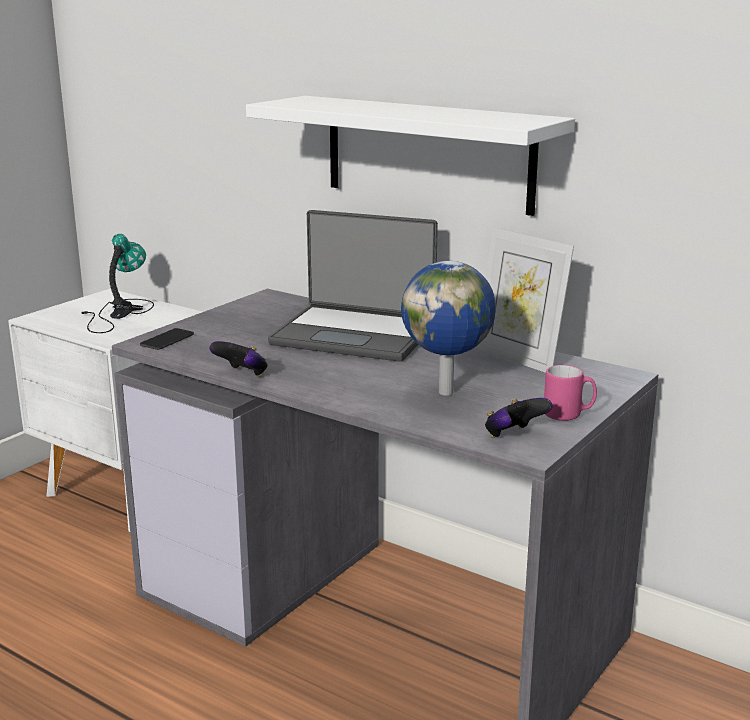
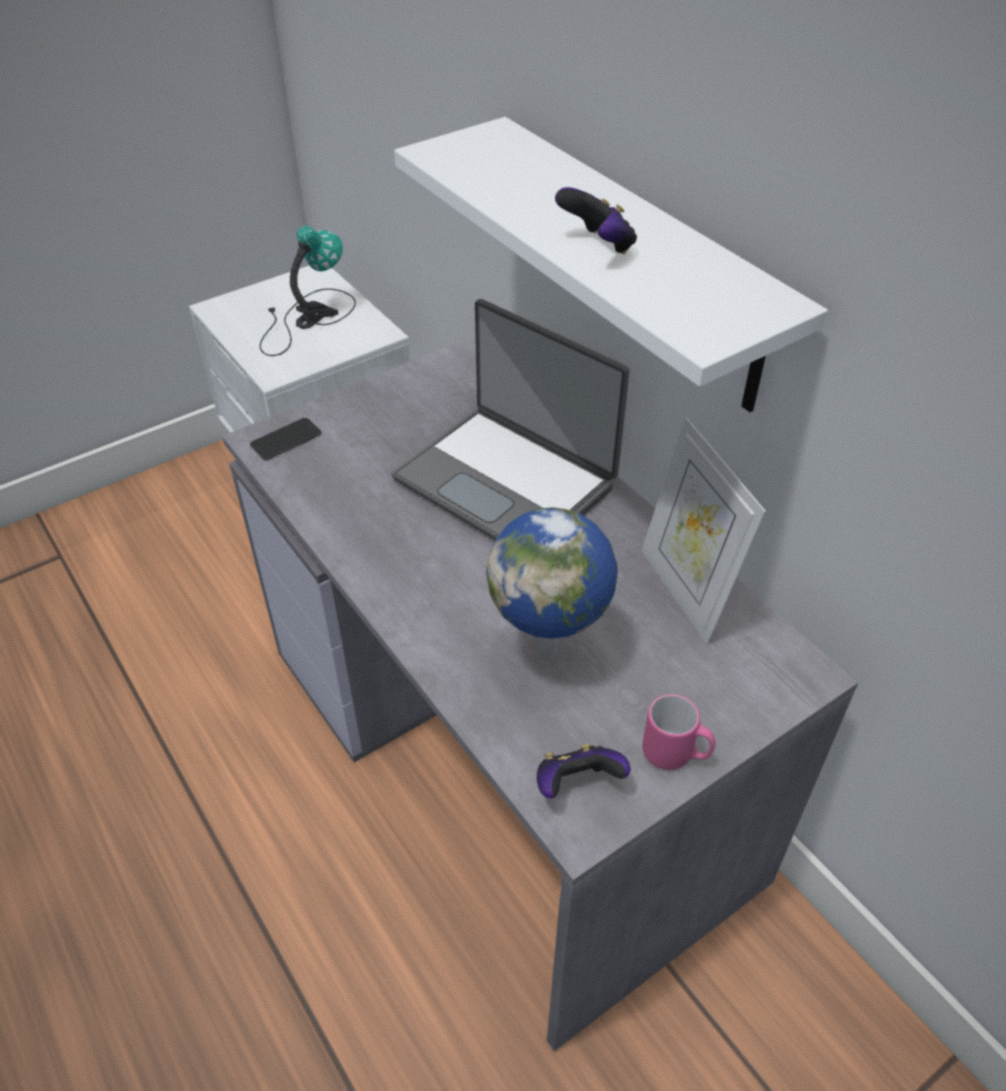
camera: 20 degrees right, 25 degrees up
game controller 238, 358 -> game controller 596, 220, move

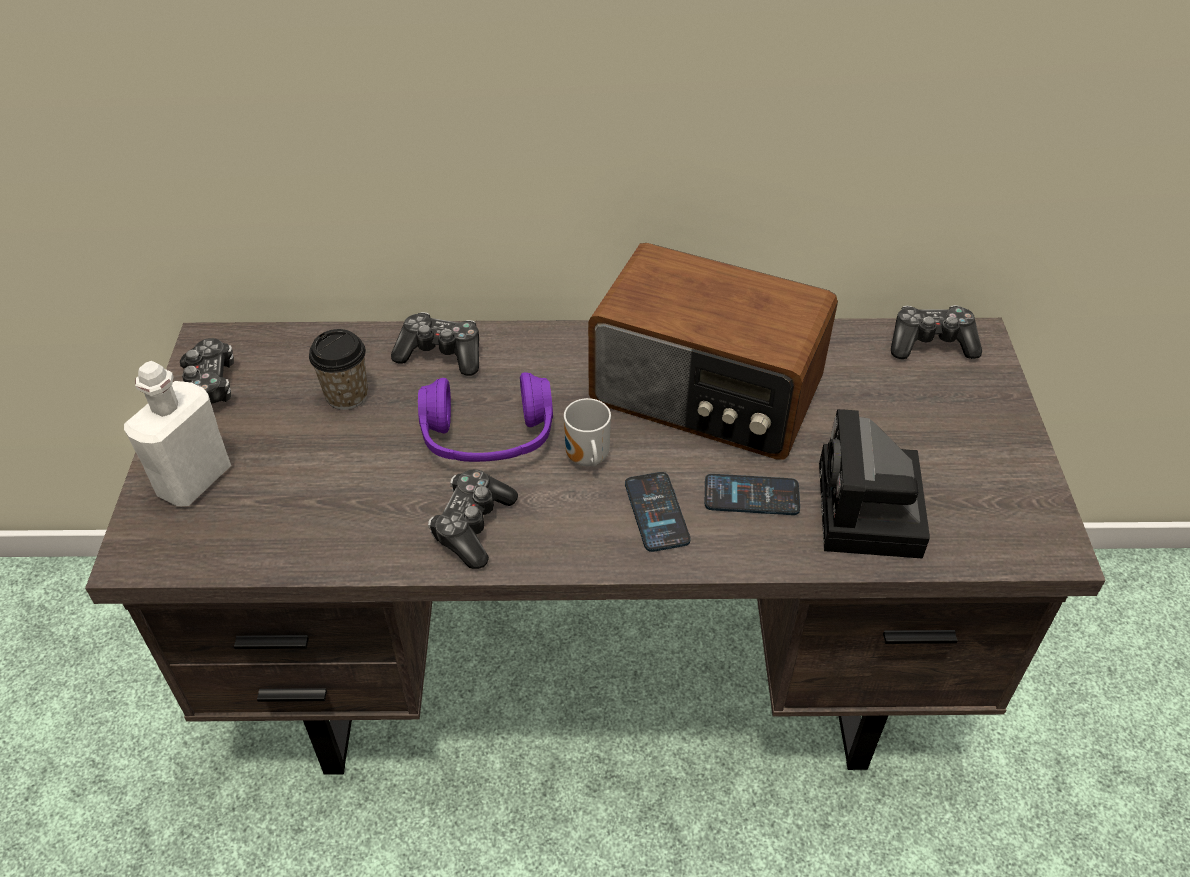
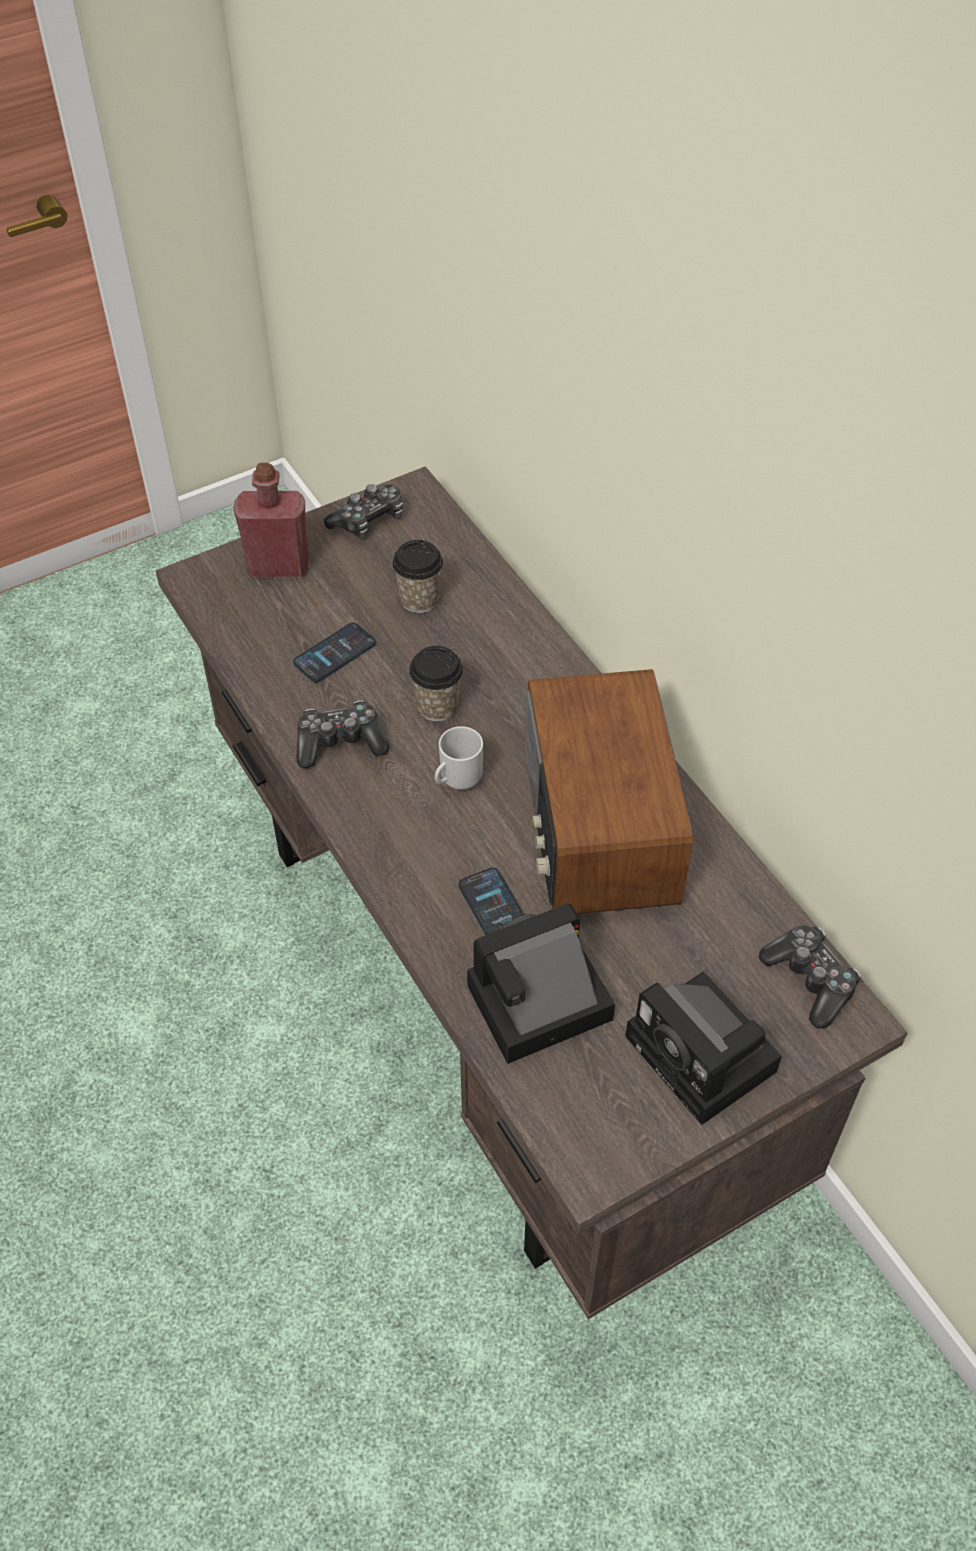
camera: 60 degrees right, 5 degrees up
game controller 435, 344 -> none
none -> photo camera 703, 1048
phone 658, 512 -> phone 334, 652, move
purple headphones 485, 417 -> cup 436, 683
white bottle 177, 433 -> red bottle 271, 520

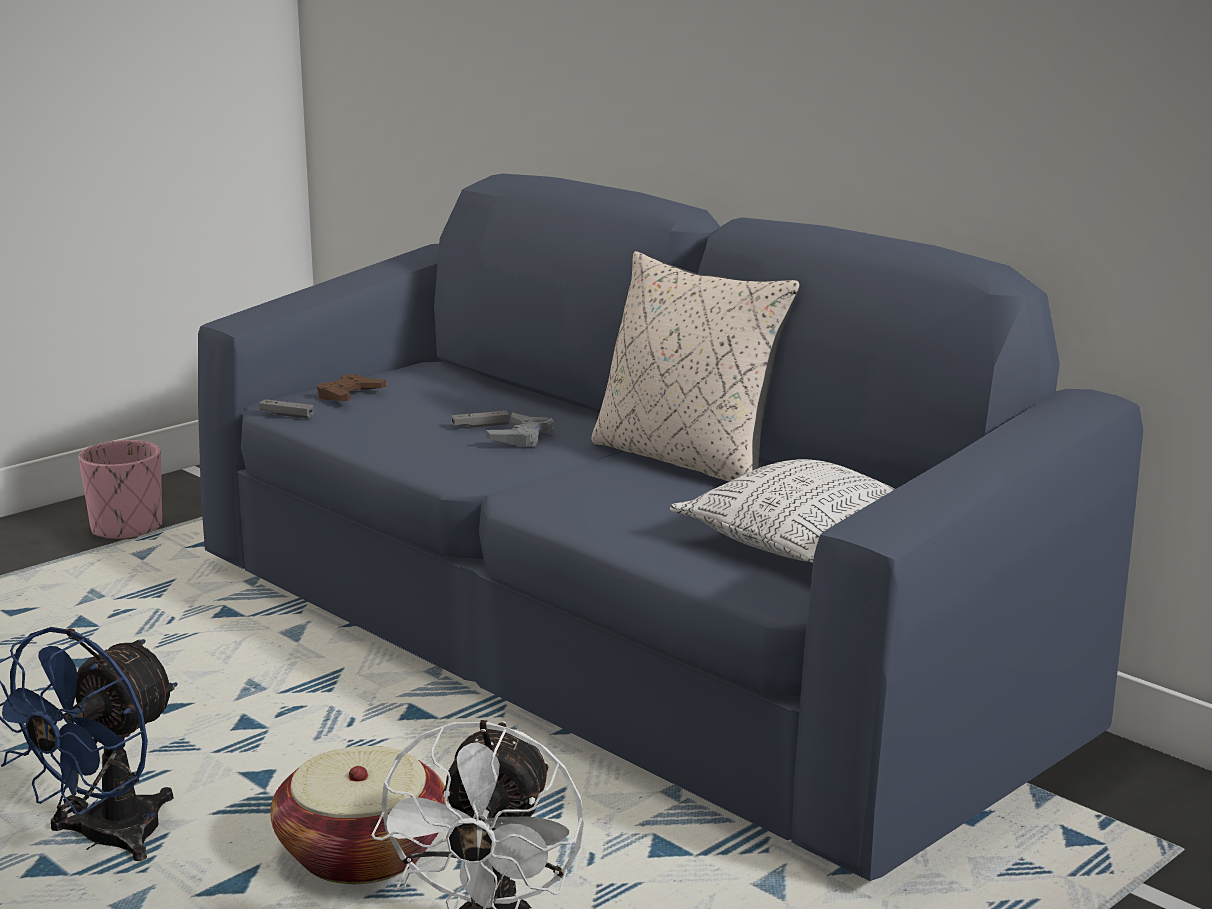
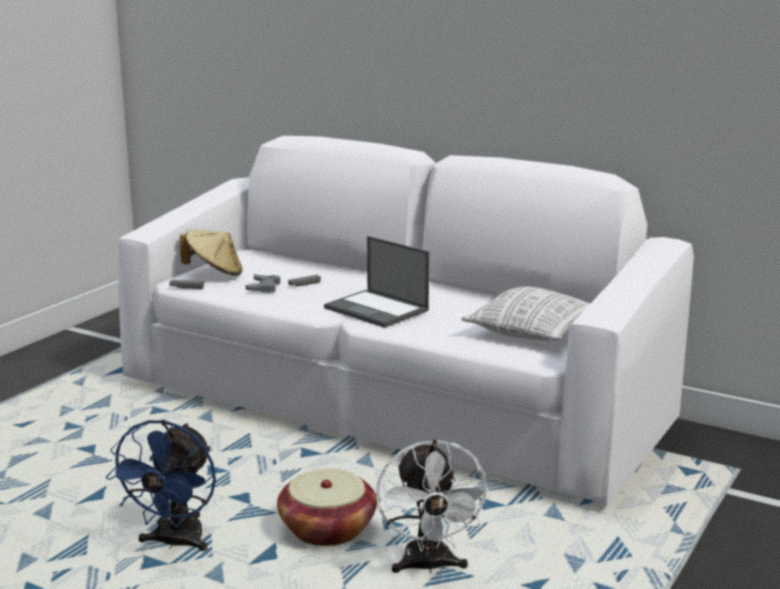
camera: 15 degrees left, 0 degrees up
pink planter 120, 490 -> none
beige pillow 695, 366 -> none
none -> laptop 376, 282
grey game controller 520, 429 -> grey game controller 263, 283, move
brown game controller 351, 387 -> beige hat 211, 252
blue sofa 670, 527 -> white sofa 406, 320

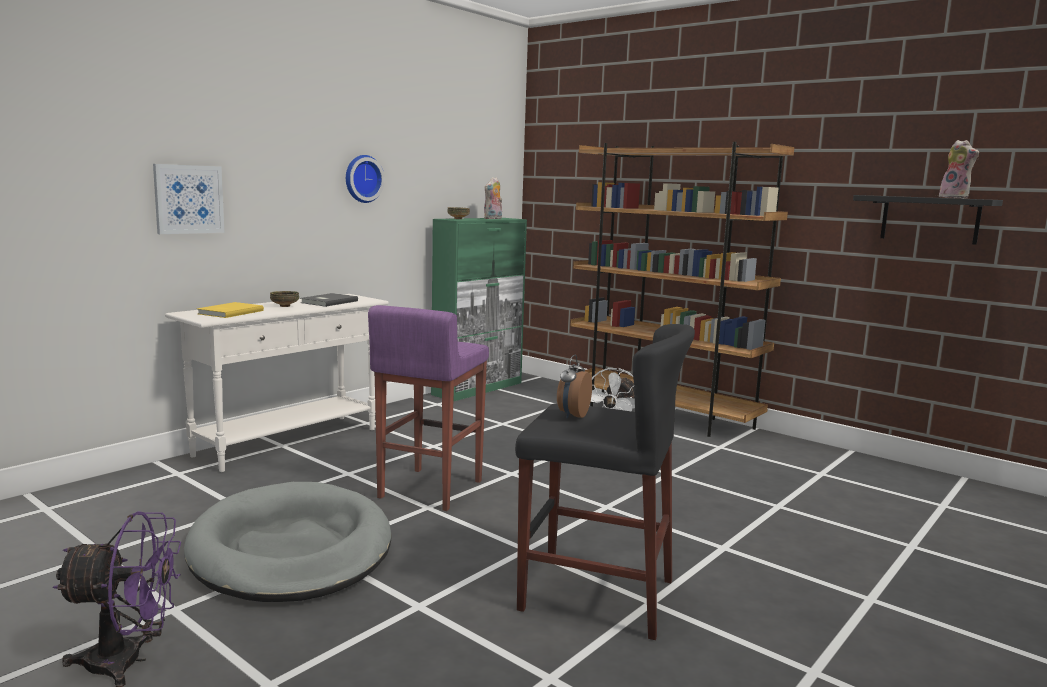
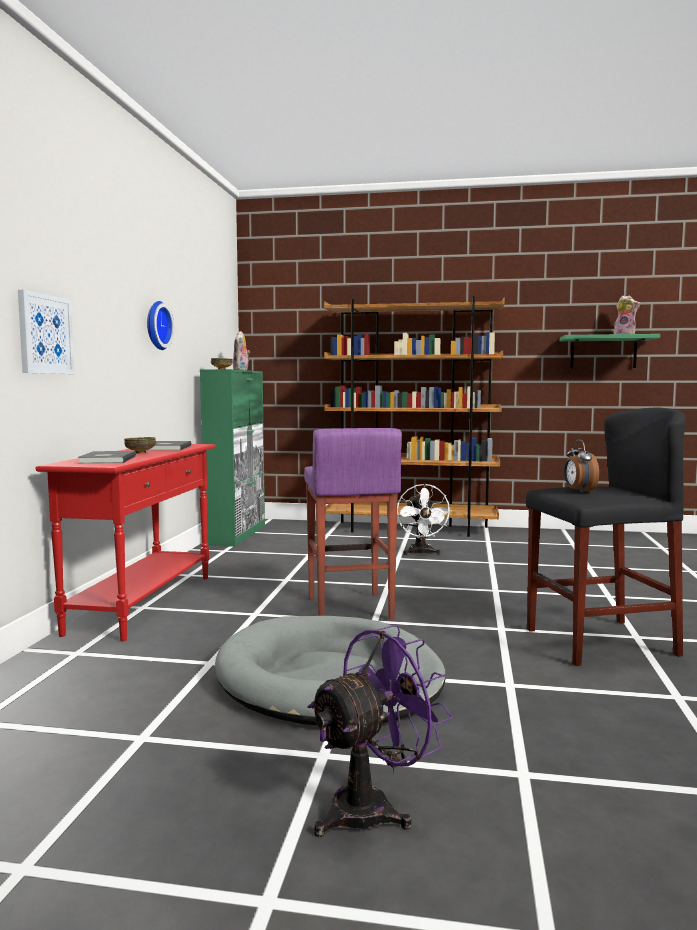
camera: 30 degrees left, 5 degrees down
white console table 277, 383 -> red console table 125, 542
yellow book 230, 310 -> grey book 107, 457
black shelf 928, 220 -> green shelf 610, 351

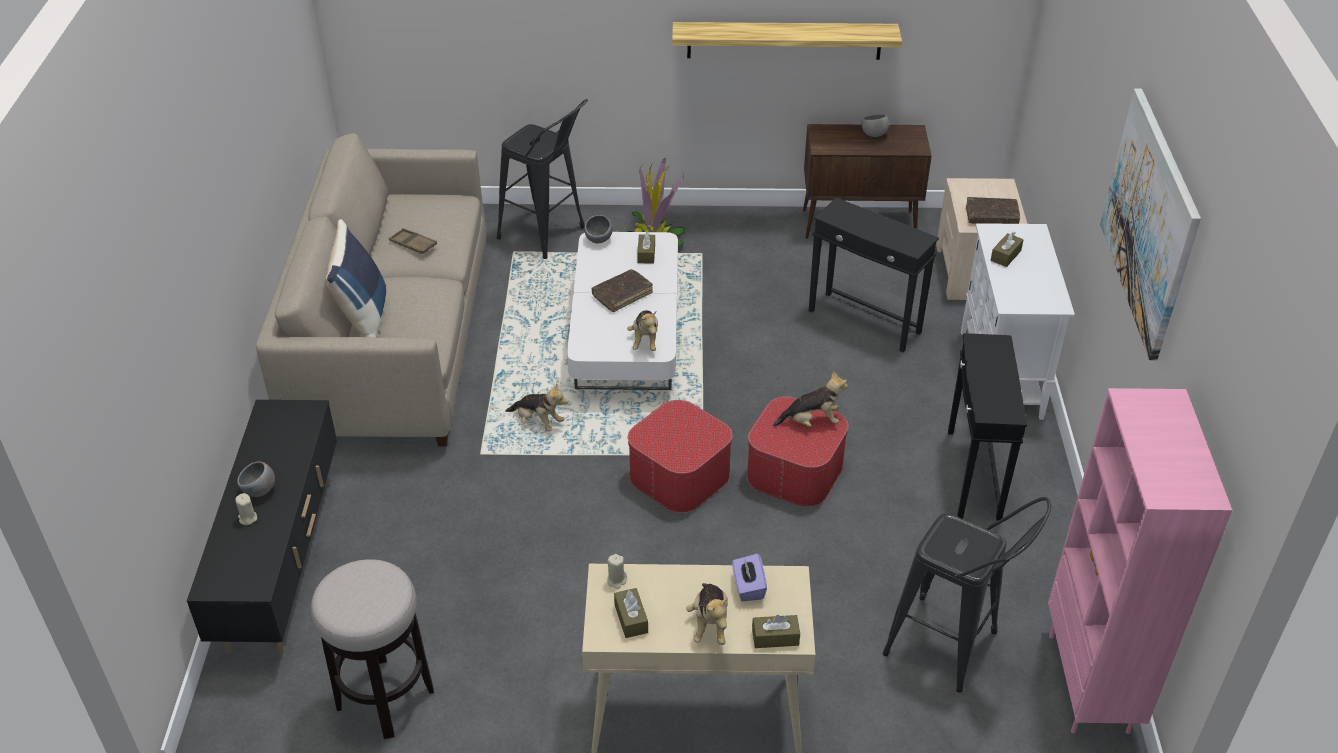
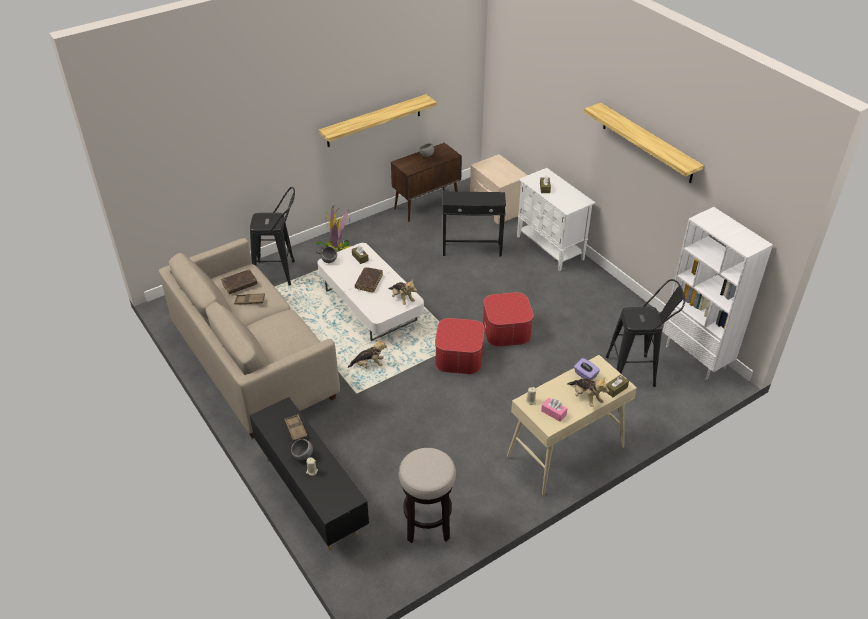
camera: 35 degrees left, 0 degrees up
blue pillow 356, 278 -> none
plush toy 810, 398 -> none
black side table 987, 427 -> none
none -> brown tray 296, 427
brown book 993, 210 -> brown book 239, 282, move
picture 1150, 224 -> shelf 644, 143
brown tissue box 631, 613 -> pink tissue box 554, 410
pink bookcase 1140, 561 -> white bookcase 717, 293

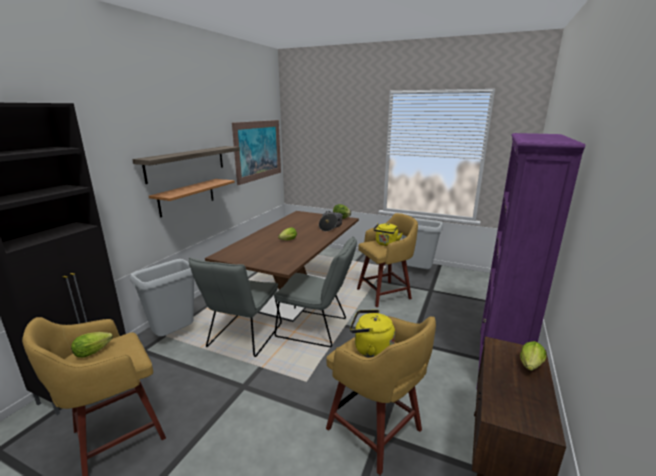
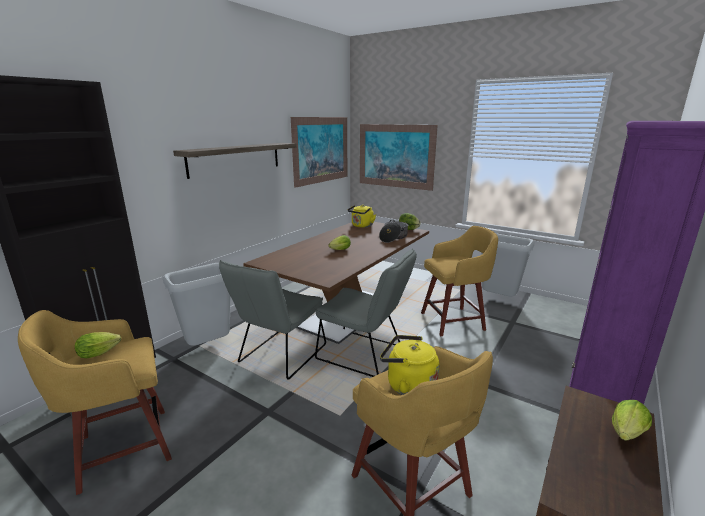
camera: 10 degrees right, 0 degrees up
shelf 192, 198 -> none
none -> picture 399, 157
yellow kettle 388, 234 -> yellow kettle 362, 216, move

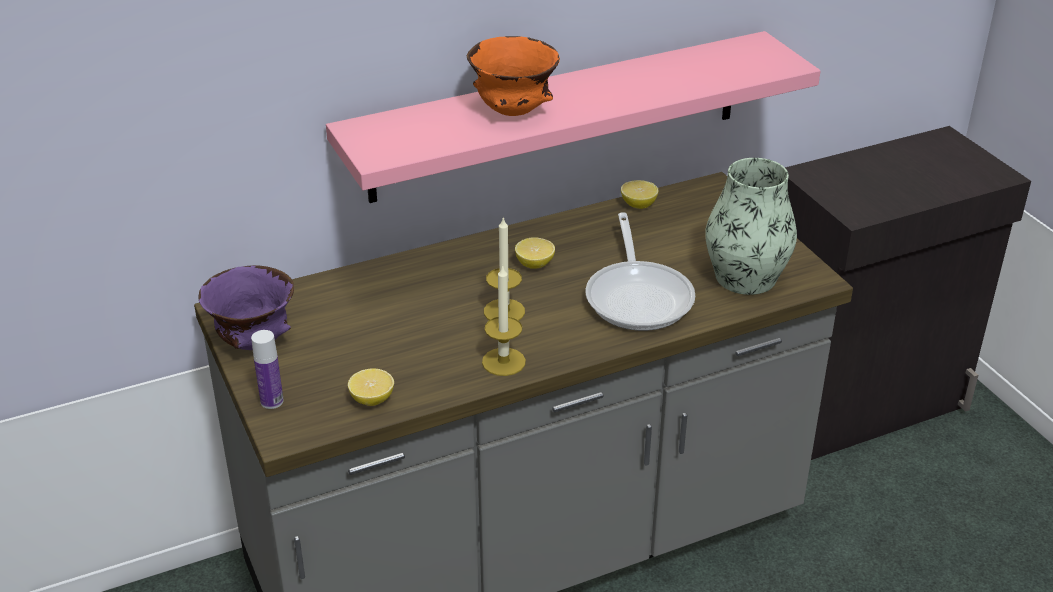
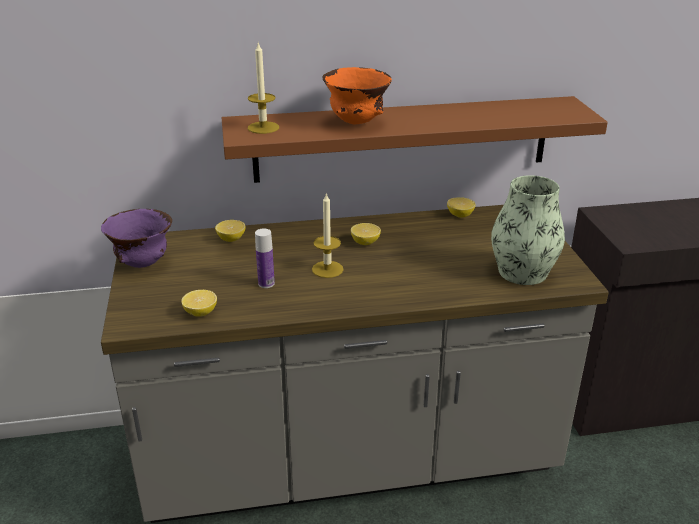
camera: 15 degrees right, 5 degrees down
frying pan 640, 271 -> none
none -> lemon 230, 231
bottle 267, 369 -> bottle 265, 258, move
candle 504, 320 -> candle 263, 88, move
pink shelf 573, 117 -> brown shelf 415, 139

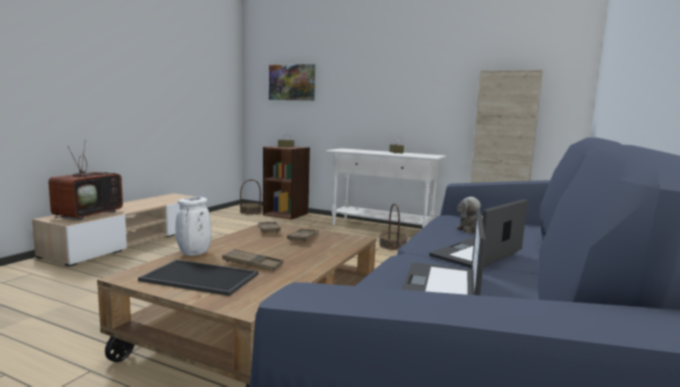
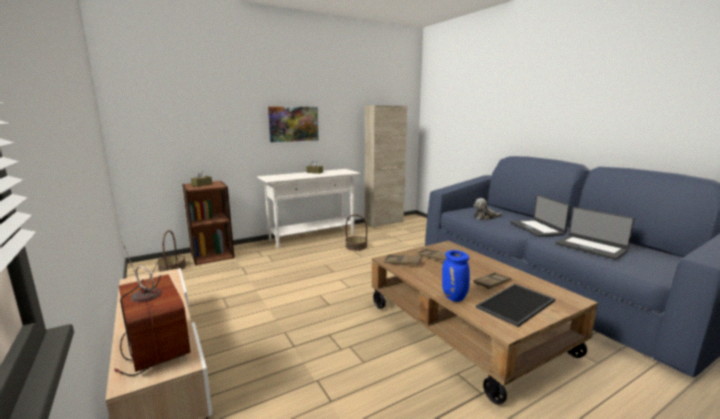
camera: 55 degrees left, 5 degrees up
picture 292, 82 -> picture 293, 124, move
white vase 193, 226 -> blue vase 456, 276

